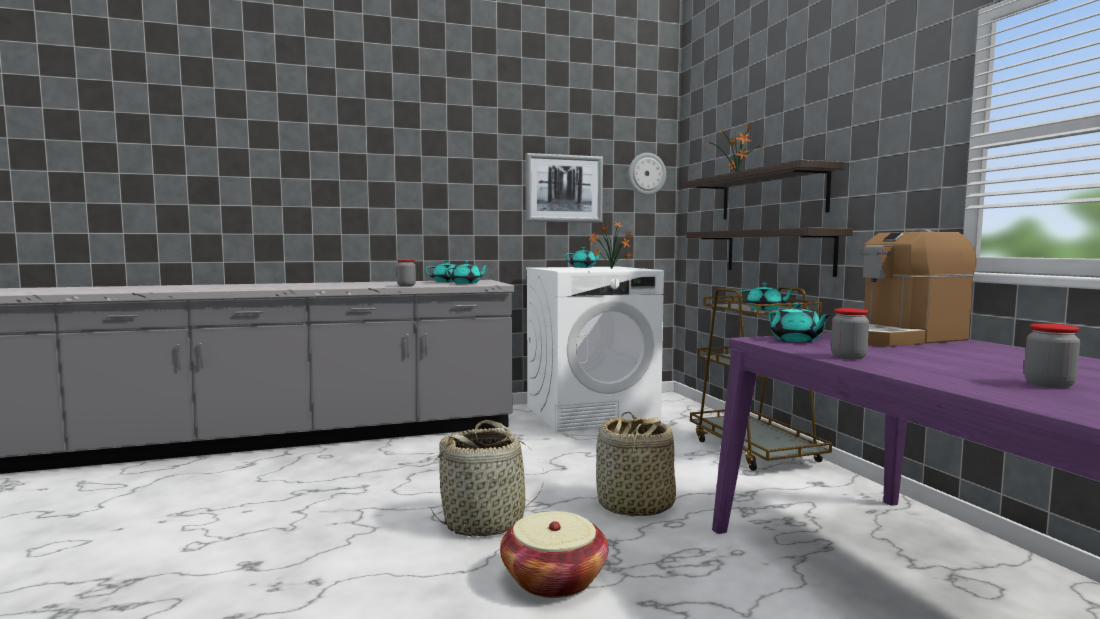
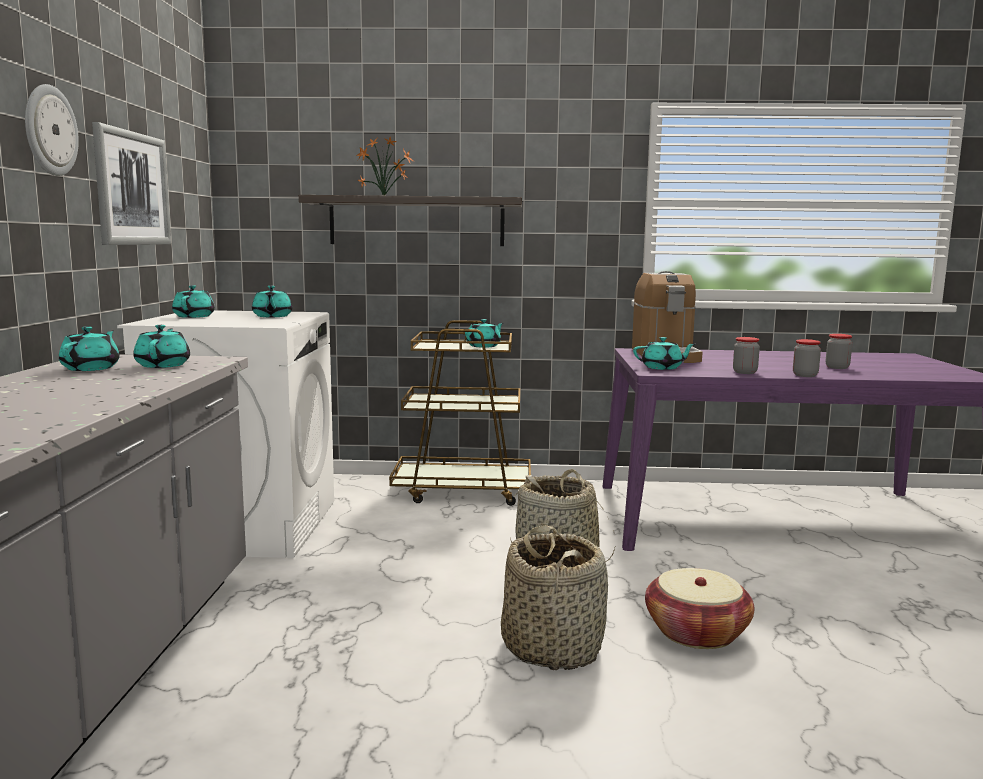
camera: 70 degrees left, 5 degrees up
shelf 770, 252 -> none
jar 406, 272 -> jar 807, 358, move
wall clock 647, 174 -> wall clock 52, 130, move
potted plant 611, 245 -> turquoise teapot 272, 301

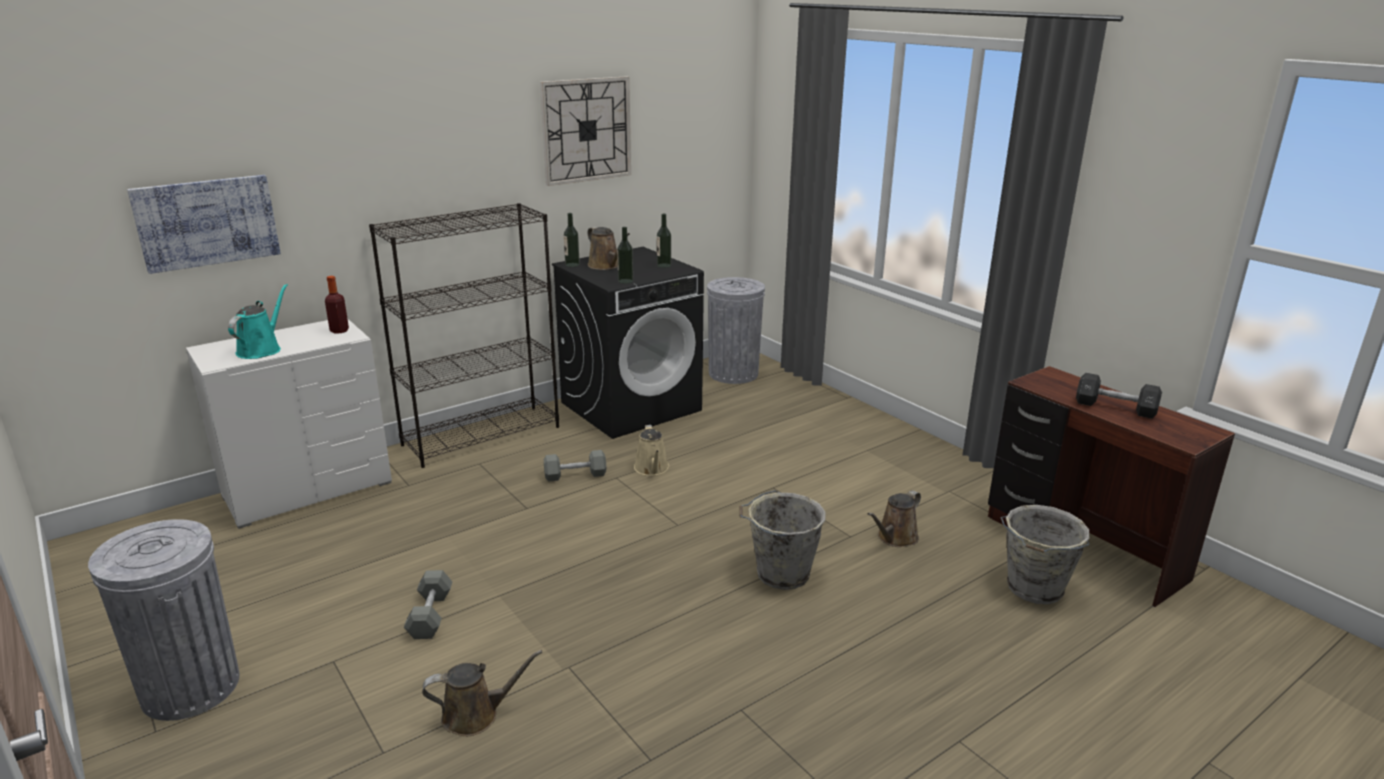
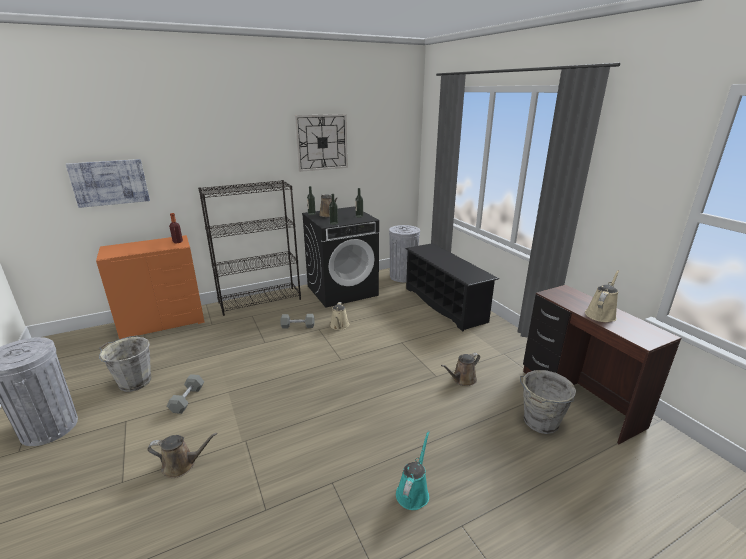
camera: 10 degrees right, 0 degrees up
none -> black shoe rack 452, 287
turquoise watering can 258, 321 -> turquoise watering can 413, 470, move
grey bucket 782, 540 -> grey bucket 125, 363, move
black dumbbell 1119, 396 -> beige watering can 602, 296
white dresser 289, 423 -> orange dresser 150, 287

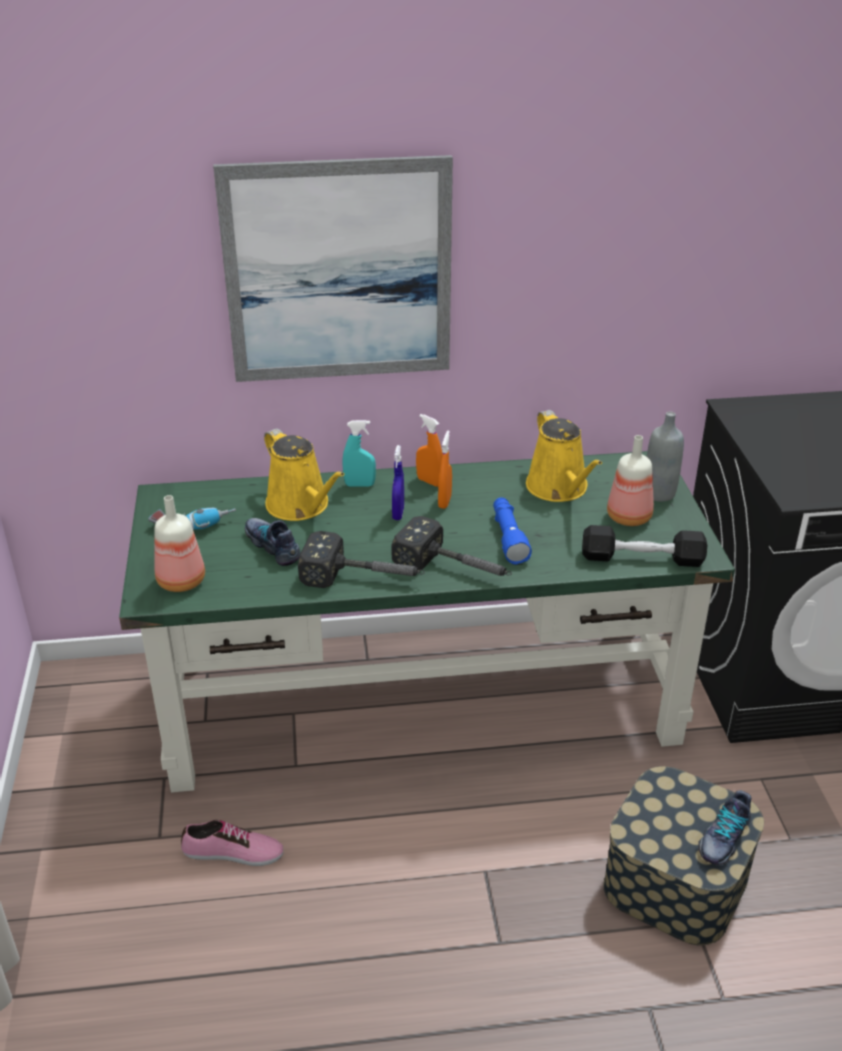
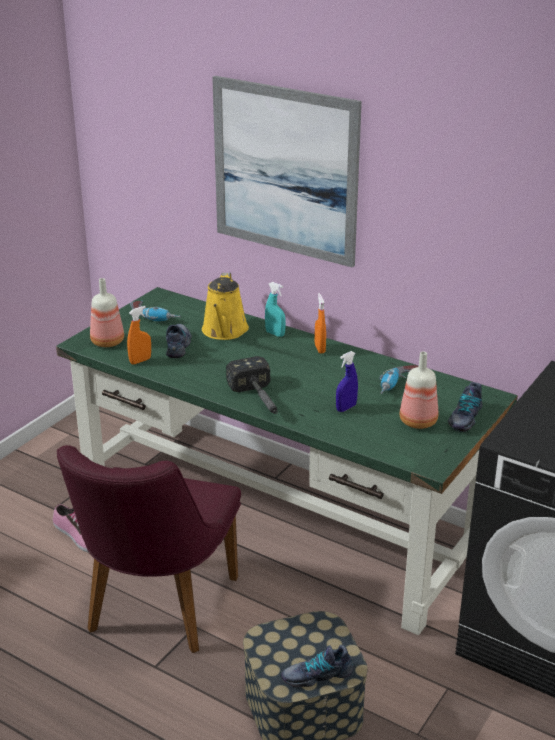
camera: 40 degrees right, 5 degrees down
hammer 361, 559 -> none
blue flashlight 512, 530 -> none
black dumbbell 644, 546 -> none
none -> purple chair 149, 549
blue spray bottle 398, 482 -> blue spray bottle 347, 381, move
orange spray bottle 445, 470 -> orange spray bottle 139, 335, move
yellow watering can 564, 456 -> power drill 399, 379
grey bottle 665, 457 -> shoe 465, 407

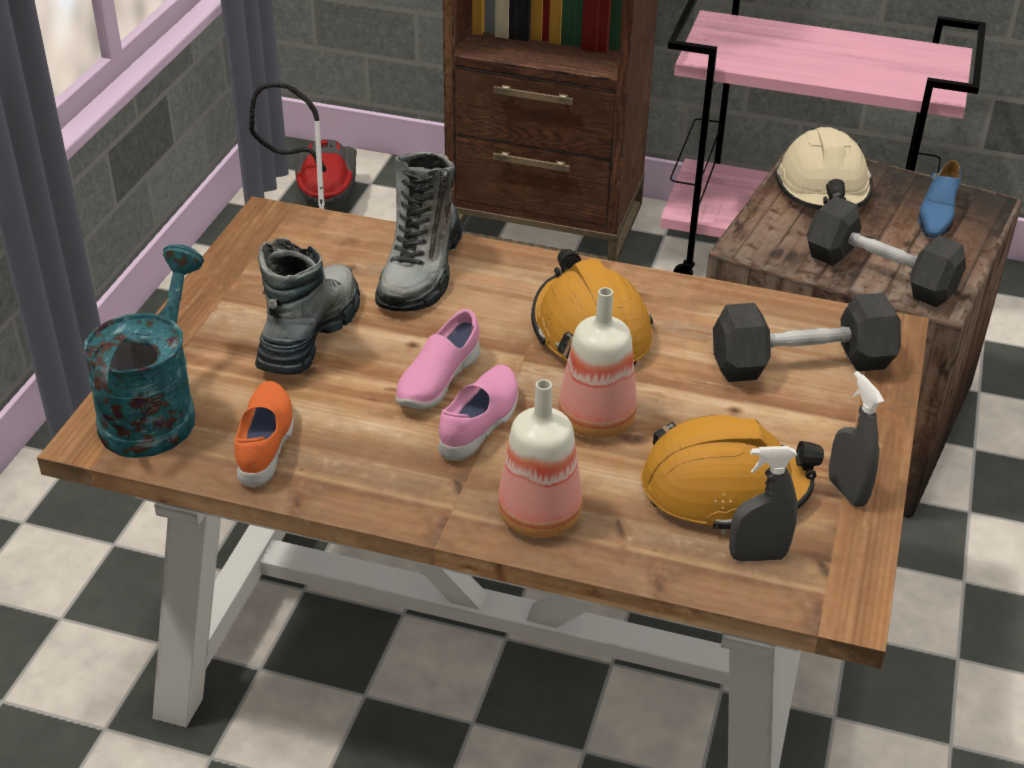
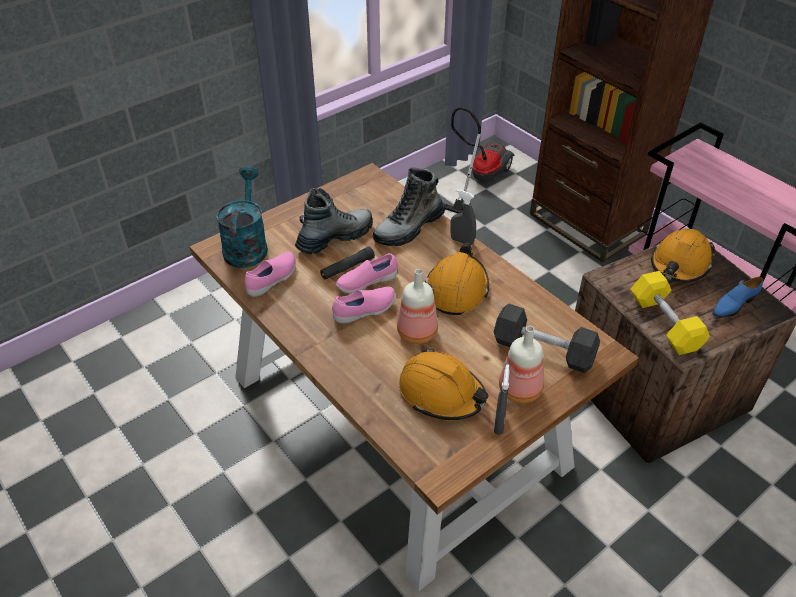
camera: 35 degrees right, 5 degrees up
none -> black flashlight 347, 263
bottle 540, 458 -> bottle 521, 364, move
grey spray bottle 763, 504 -> grey spray bottle 463, 217, move
orange shoe 264, 434 -> pink shoe 270, 274
beige hard hat 824, 168 -> orange hard hat 683, 255
grey dumbbell 886, 252 -> yellow dumbbell 670, 313
turquoise watering can 143, 351 -> turquoise watering can 242, 217, 45 degrees counterclockwise

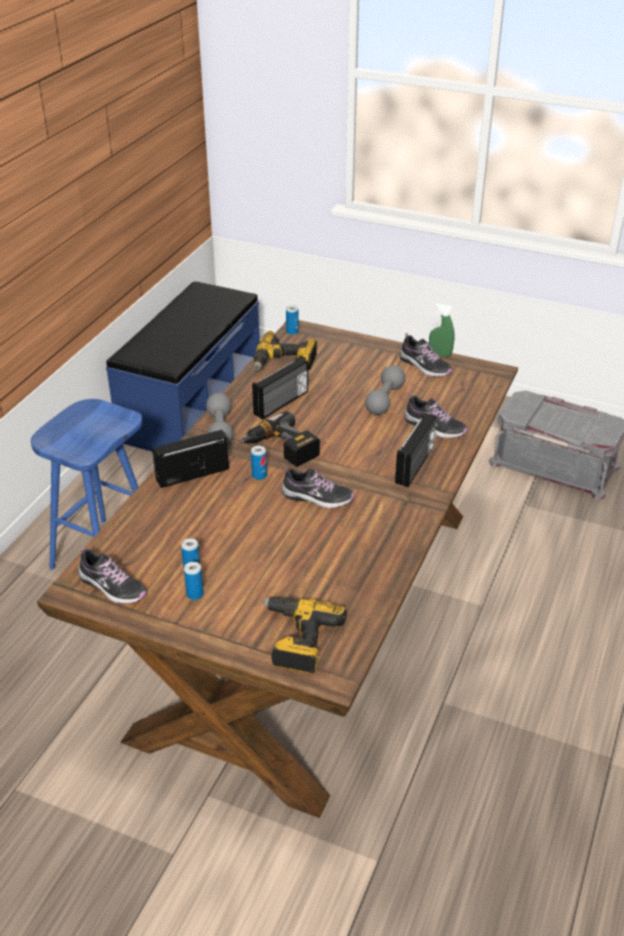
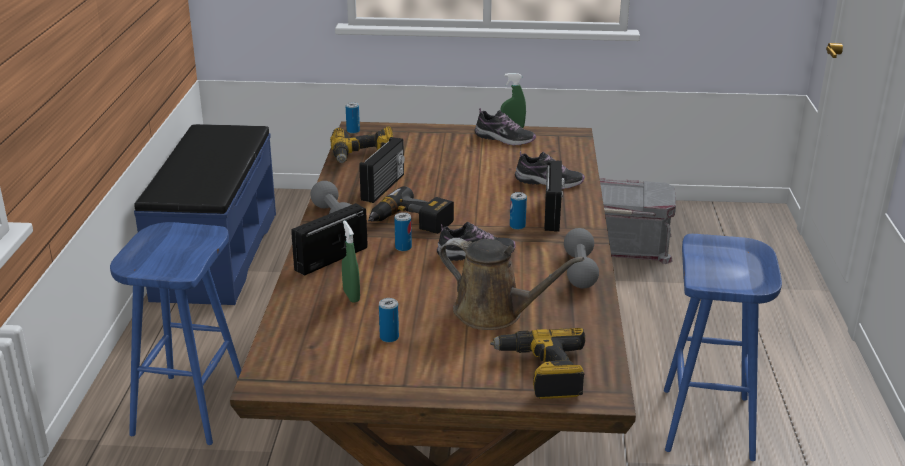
camera: 20 degrees left, 10 degrees down
shoe 112, 575 -> none
none -> green spray bottle 351, 262
none -> brown watering can 511, 284
none -> blue stool 723, 347
can 194, 581 -> can 518, 211, move
grey dumbbell 385, 390 -> grey dumbbell 581, 258, move

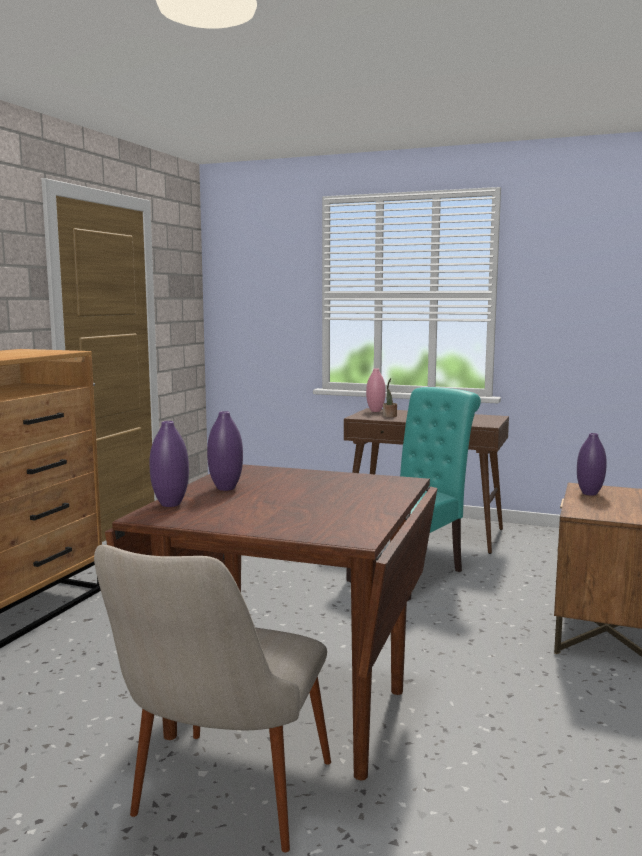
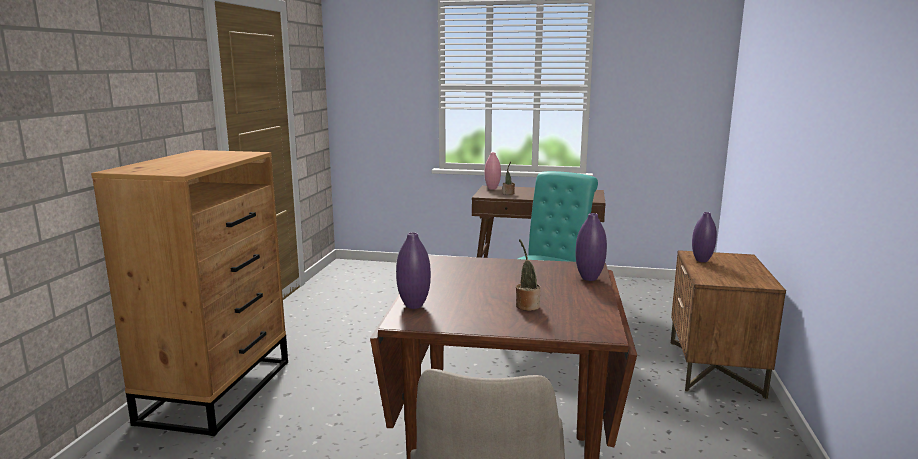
camera: 10 degrees left, 5 degrees up
none -> potted plant 528, 275
purple vase 225, 451 -> purple vase 591, 247, move

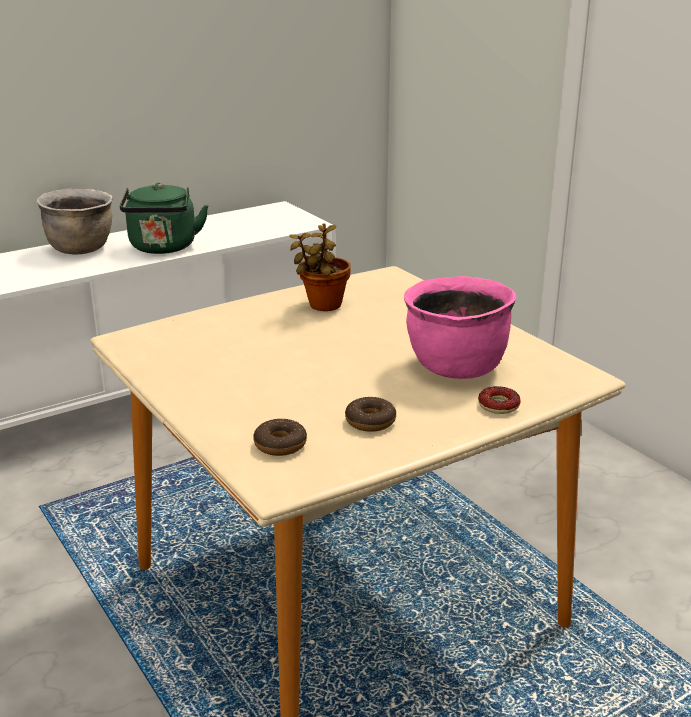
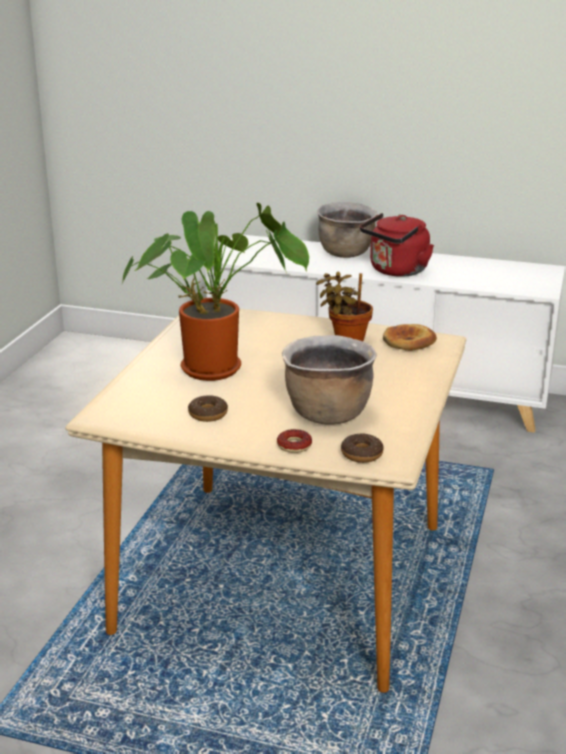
camera: 50 degrees right, 0 degrees up
none -> potted plant 215, 292
none -> bread 410, 337
donut 280, 437 -> donut 362, 448, move
green kettle 164, 218 -> red kettle 397, 245
pink cooking pot 460, 327 -> brown cooking pot 329, 380

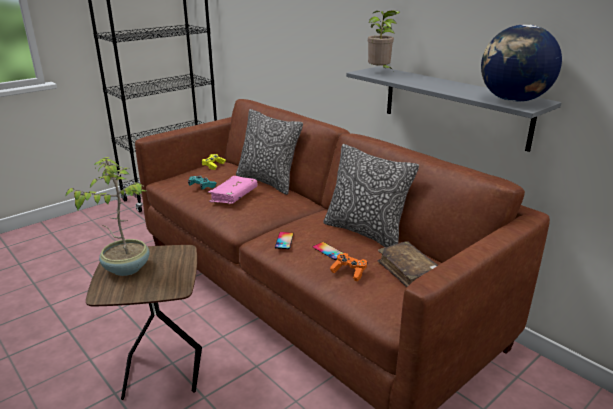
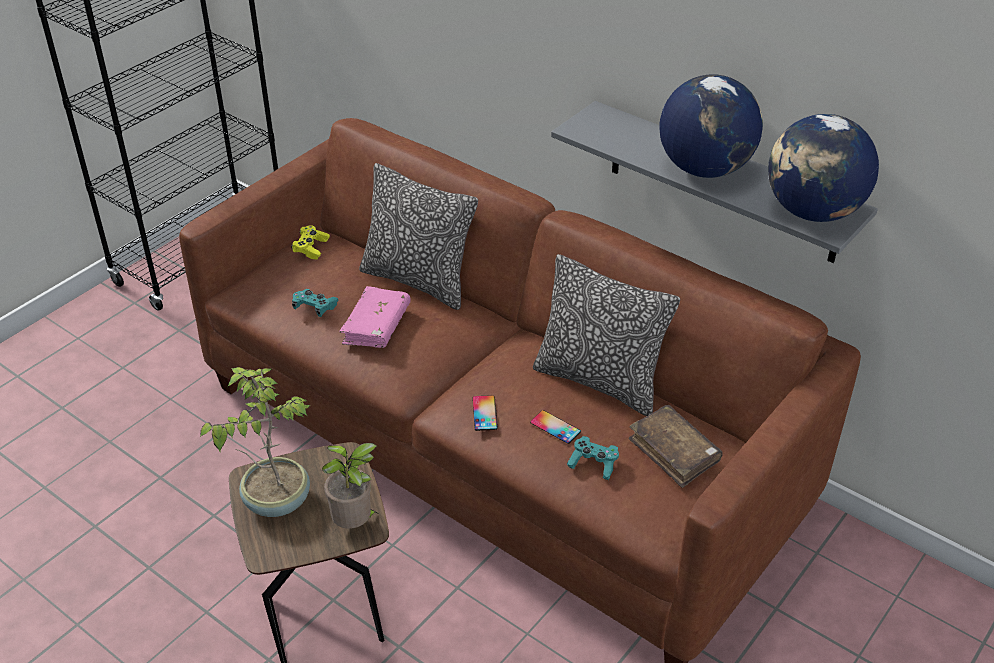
camera: 10 degrees left, 15 degrees up
none -> globe 711, 126
potted plant 384, 40 -> potted plant 349, 486, move
orange game controller 348, 267 -> turquoise game controller 593, 458

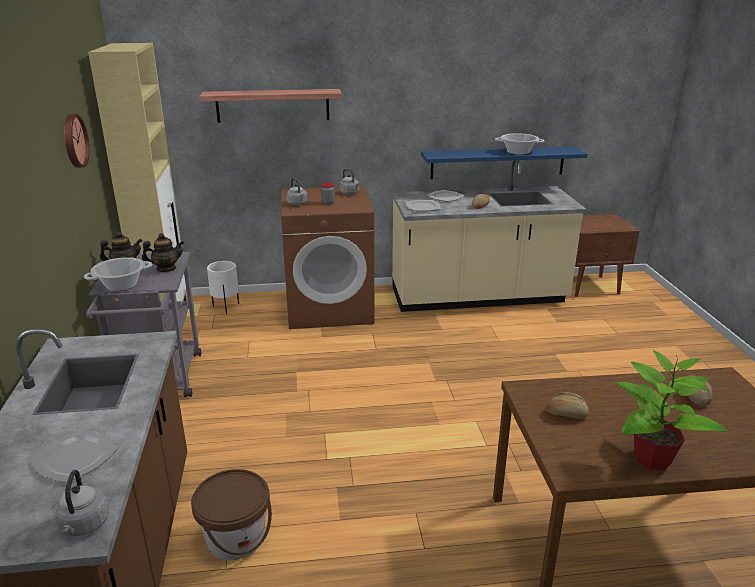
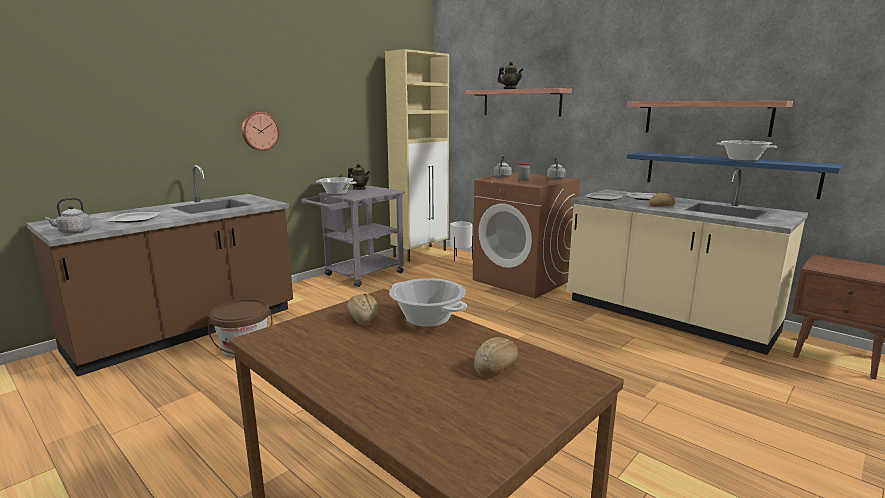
camera: 50 degrees right, 10 degrees down
potted plant 671, 410 -> none
none -> cooking pot 428, 302
none -> shelf 710, 119
wall clock 76, 141 -> wall clock 260, 131, move
teapot 163, 252 -> teapot 510, 75, move

